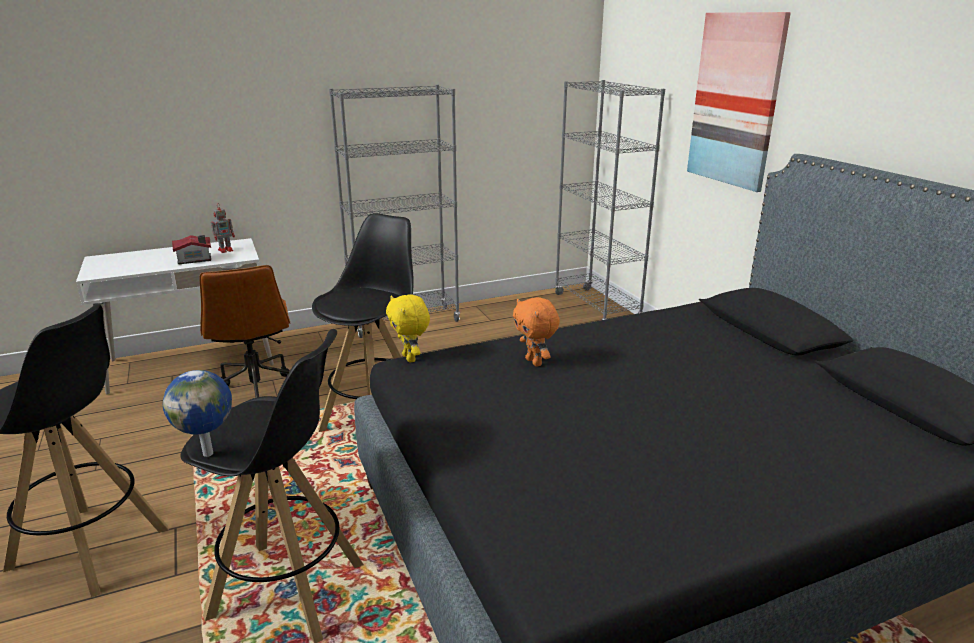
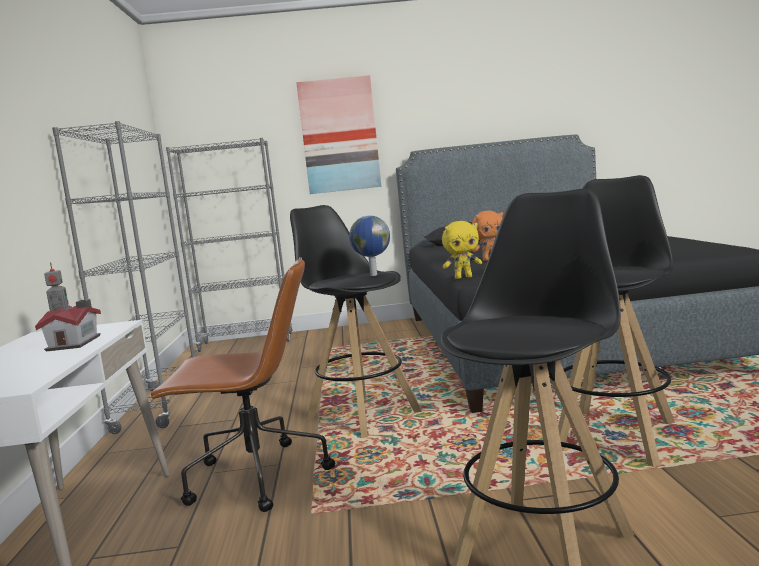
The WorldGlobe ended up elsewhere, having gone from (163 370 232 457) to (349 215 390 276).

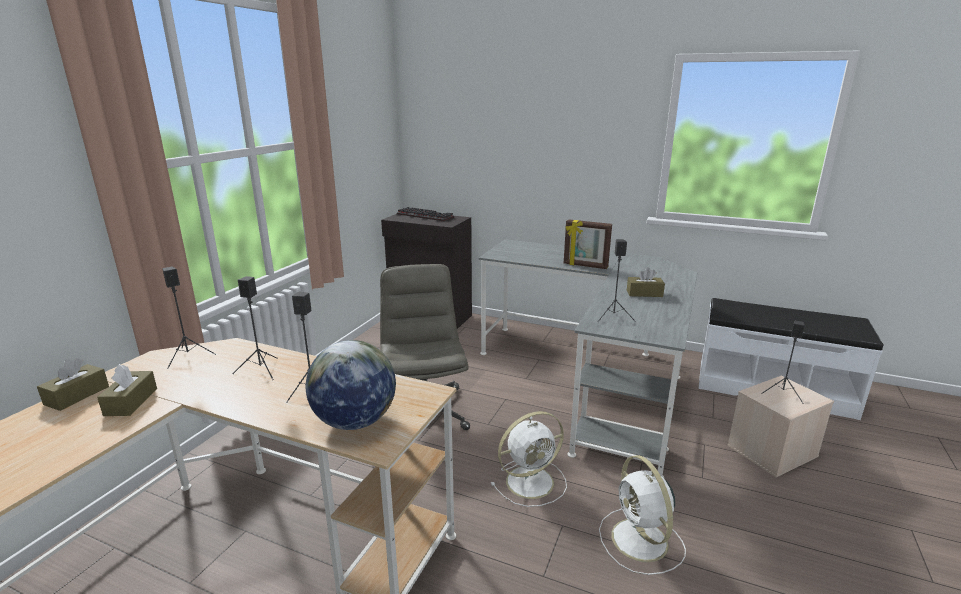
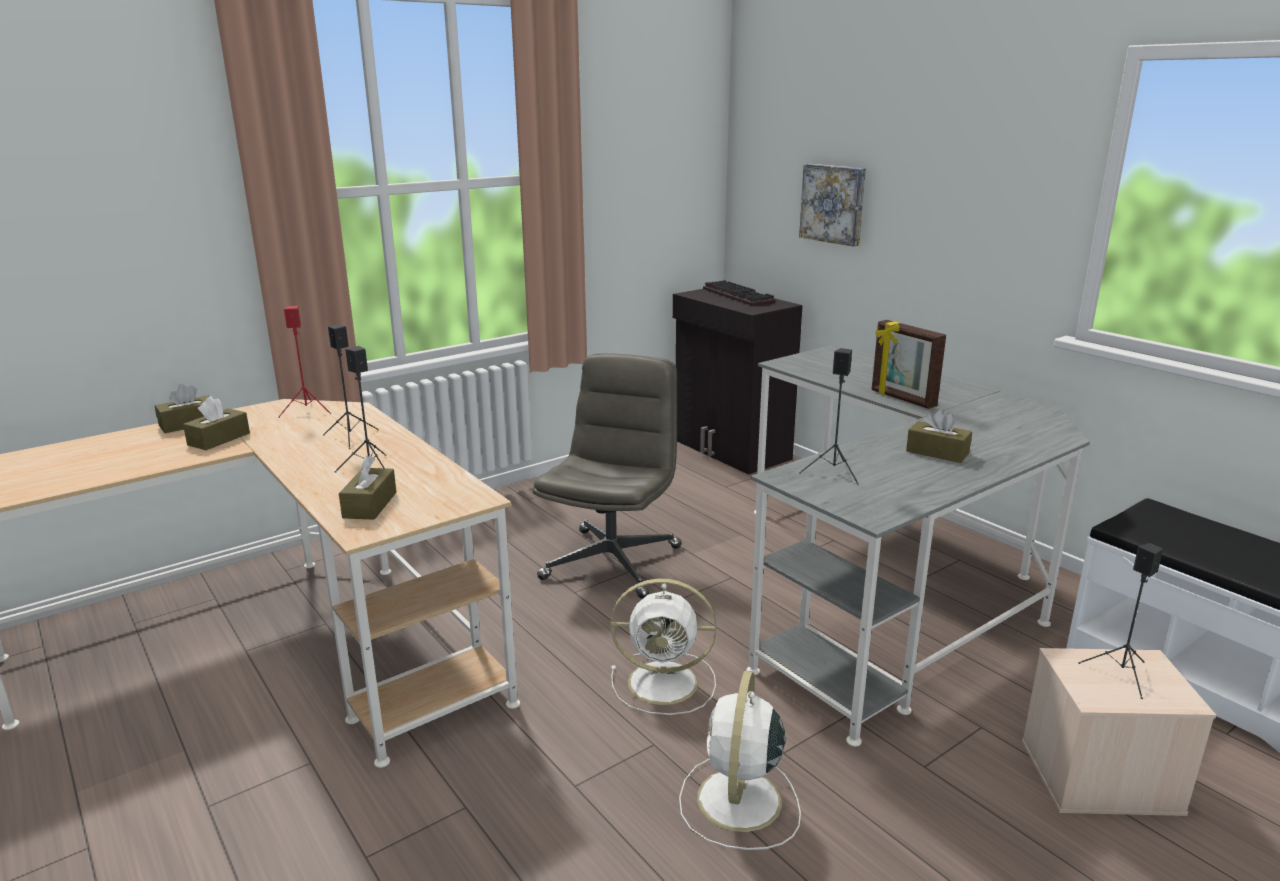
The second view gained the WallPicture at (799 164 866 246).
Where the WorldGlobe stood at (306 340 396 430), the BrownishTissueBox came to stand at (339 456 397 520).
What was the BlackColouredLoudspeaker at (162 267 216 369) turned into the ReddishLoudspeaker at (278 306 331 418).

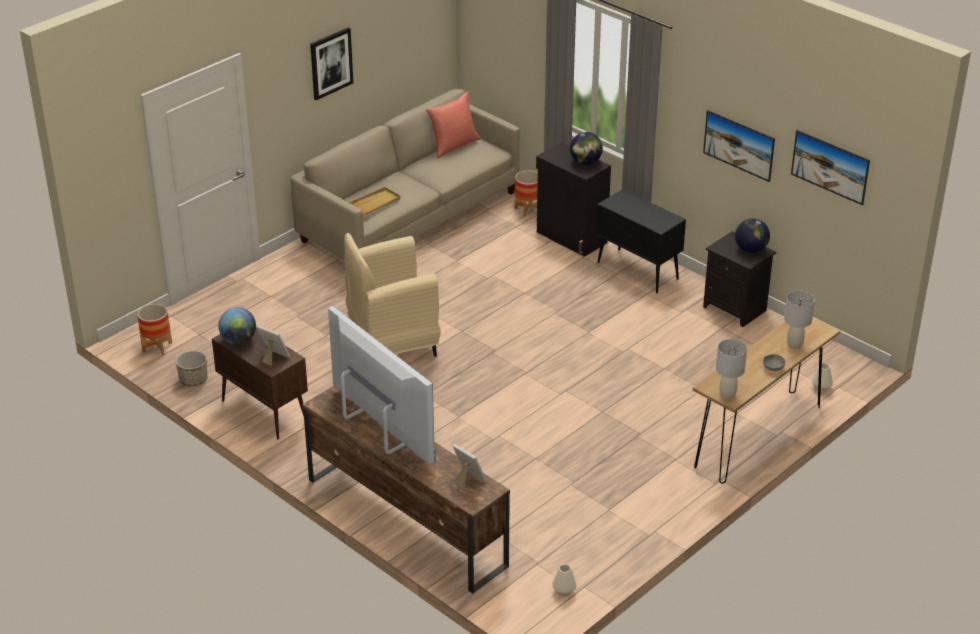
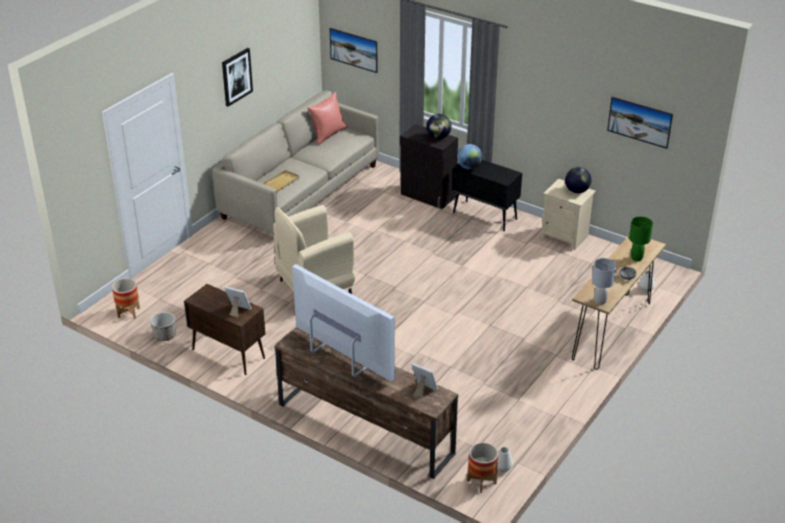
The WorldGlobe ended up elsewhere, having gone from (218 307 256 345) to (457 144 482 170).
The FlowerPot ended up elsewhere, having gone from (515 170 538 217) to (467 443 498 493).
The WallPicture ended up elsewhere, having gone from (703 110 775 182) to (329 28 378 73).
What was the BlackColouredNightTable at (703 231 776 327) turned into the BeigeNightTable at (541 179 596 250).
What was the GrayTableLamp at (784 290 815 349) turned into the GreenColouredTableLamp at (629 216 653 261).

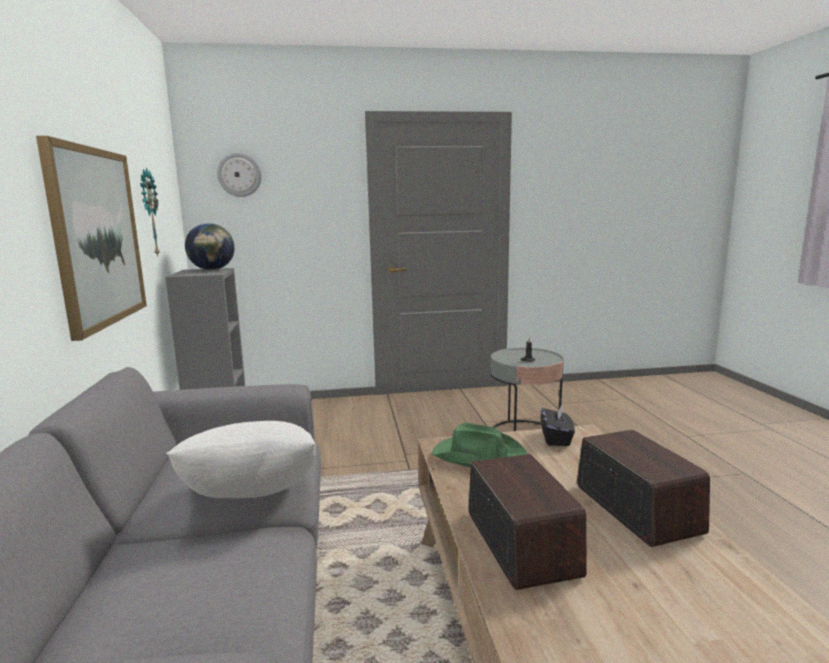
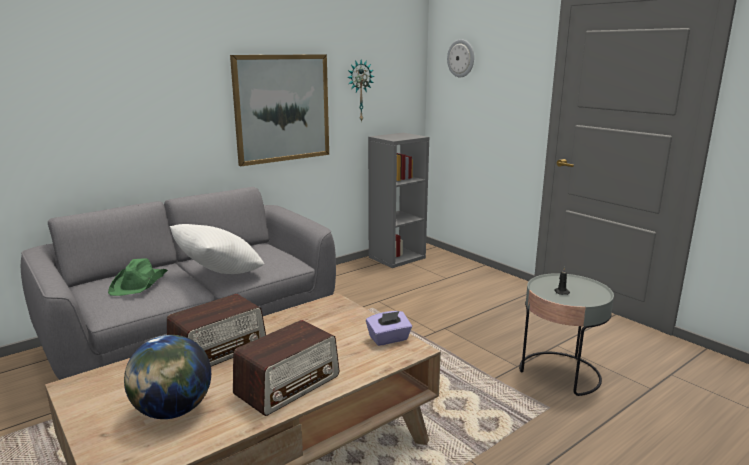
The WorldGlobe ended up elsewhere, having gone from (185 223 235 270) to (124 335 211 419).
The GreenColouredHat ended up elsewhere, having gone from (432 422 527 467) to (108 259 168 296).
What was the BlackColouredTissueBox at (541 404 575 446) turned into the PurpleColouredTissueBox at (366 311 412 346).

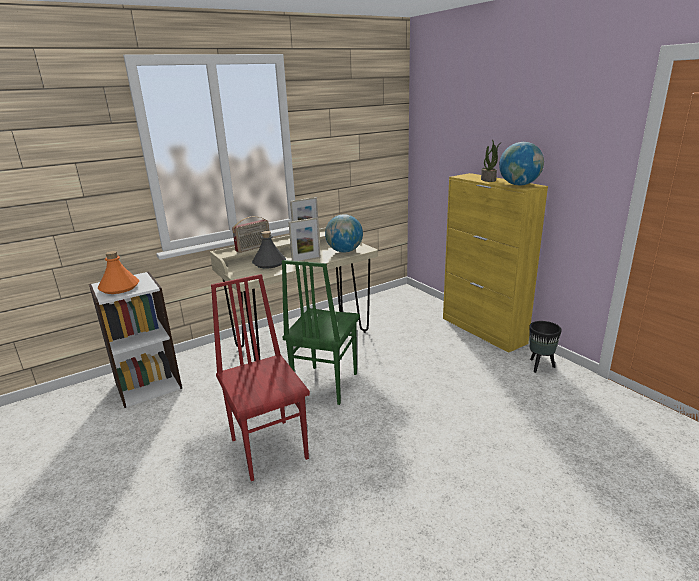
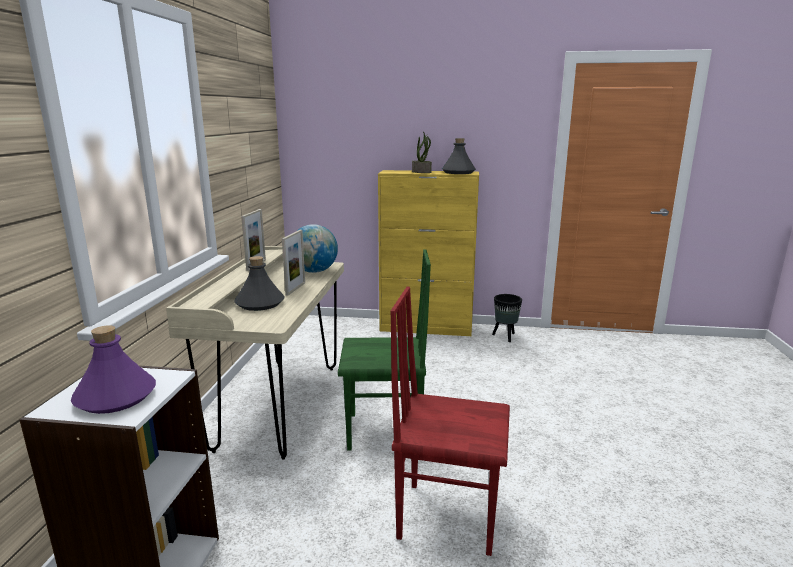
The second view lost the Radio at (232 216 269 253).
Where the WorldGlobe stood at (499 142 544 185), the GrayBottle came to stand at (442 138 476 174).
What was the OrangeBottle at (98 251 139 294) turned into the PurpleColouredBottle at (71 325 156 414).
The GreenColouredChair at (282 260 360 405) ended up facing another way, 60 degrees counterclockwise from before.

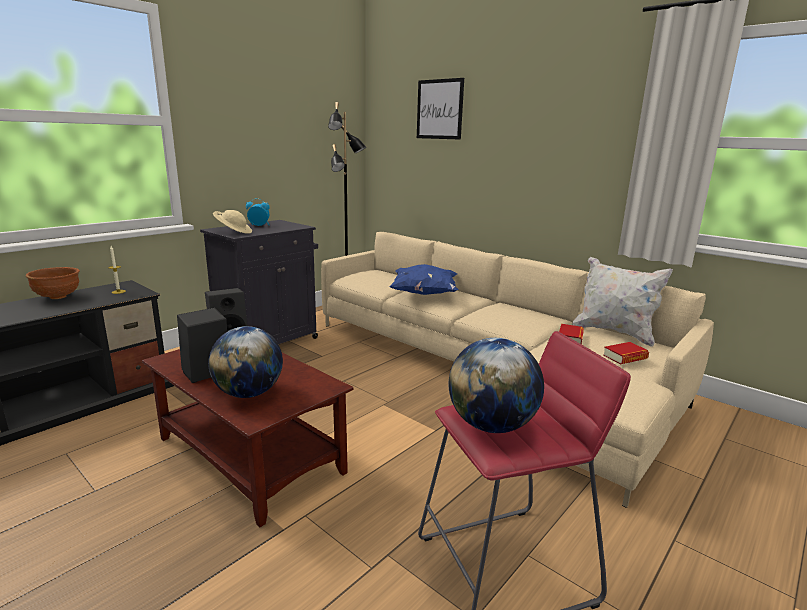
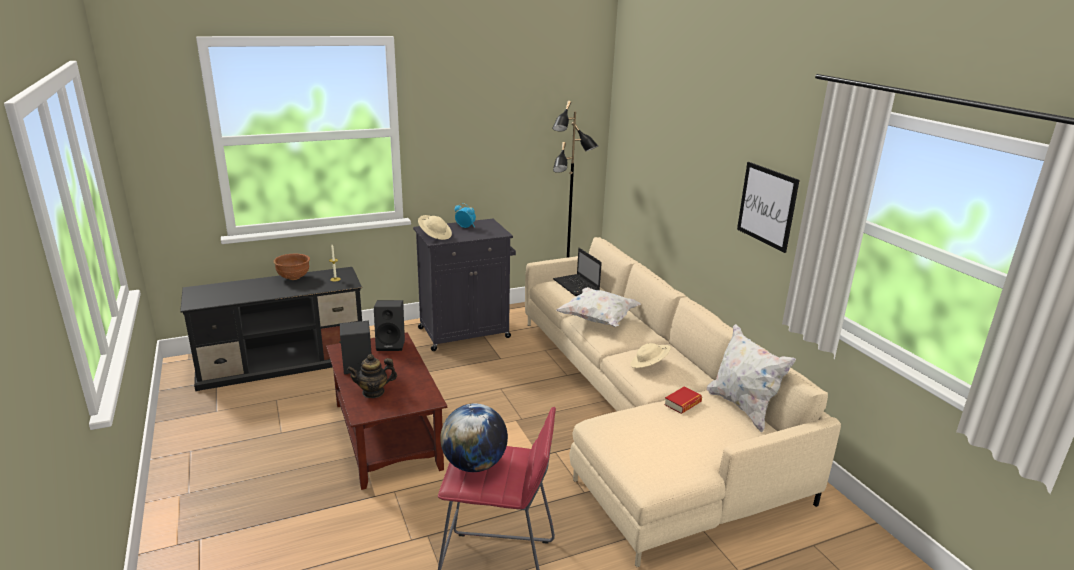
The second view lost the Volume at (603 342 649 364).
The second view gained the Laptop at (553 248 602 296).
The second view gained the BeigeHat at (631 343 671 368).
The WallPicture ended up elsewhere, having gone from (417 78 464 140) to (737 162 800 253).
Where the WorldGlobe stood at (208 326 283 398), the TeaPot came to stand at (347 354 397 398).
What was the BlueColouredThrowPillow at (389 264 459 295) turned into the WhiteThrowPillow at (556 287 641 327).

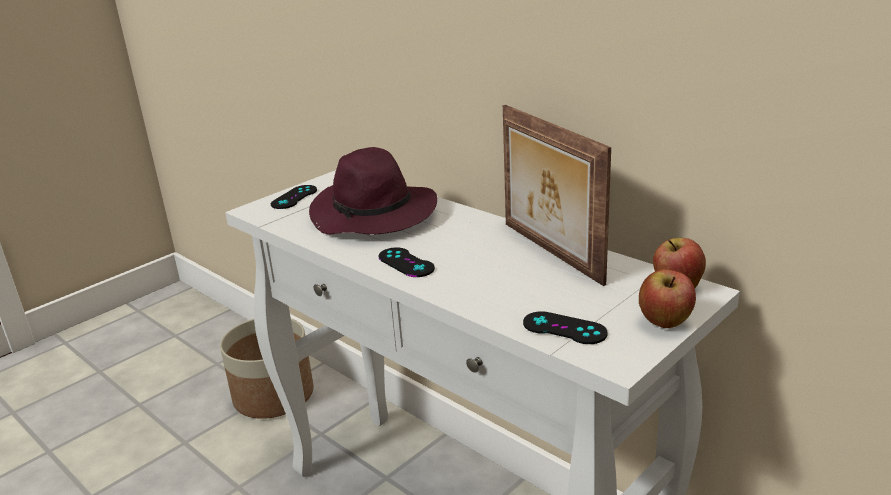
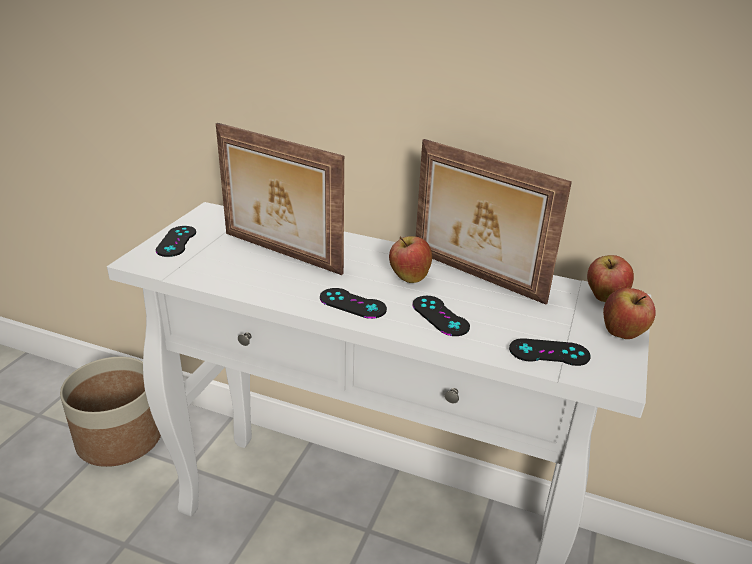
The second view gained the AppleFruit at (389 236 432 283).
The second view gained the BlackColouredGamepad at (412 296 470 336).
Where the PurpleColouredHat stood at (309 147 437 235), the PictureFrame came to stand at (216 123 344 275).

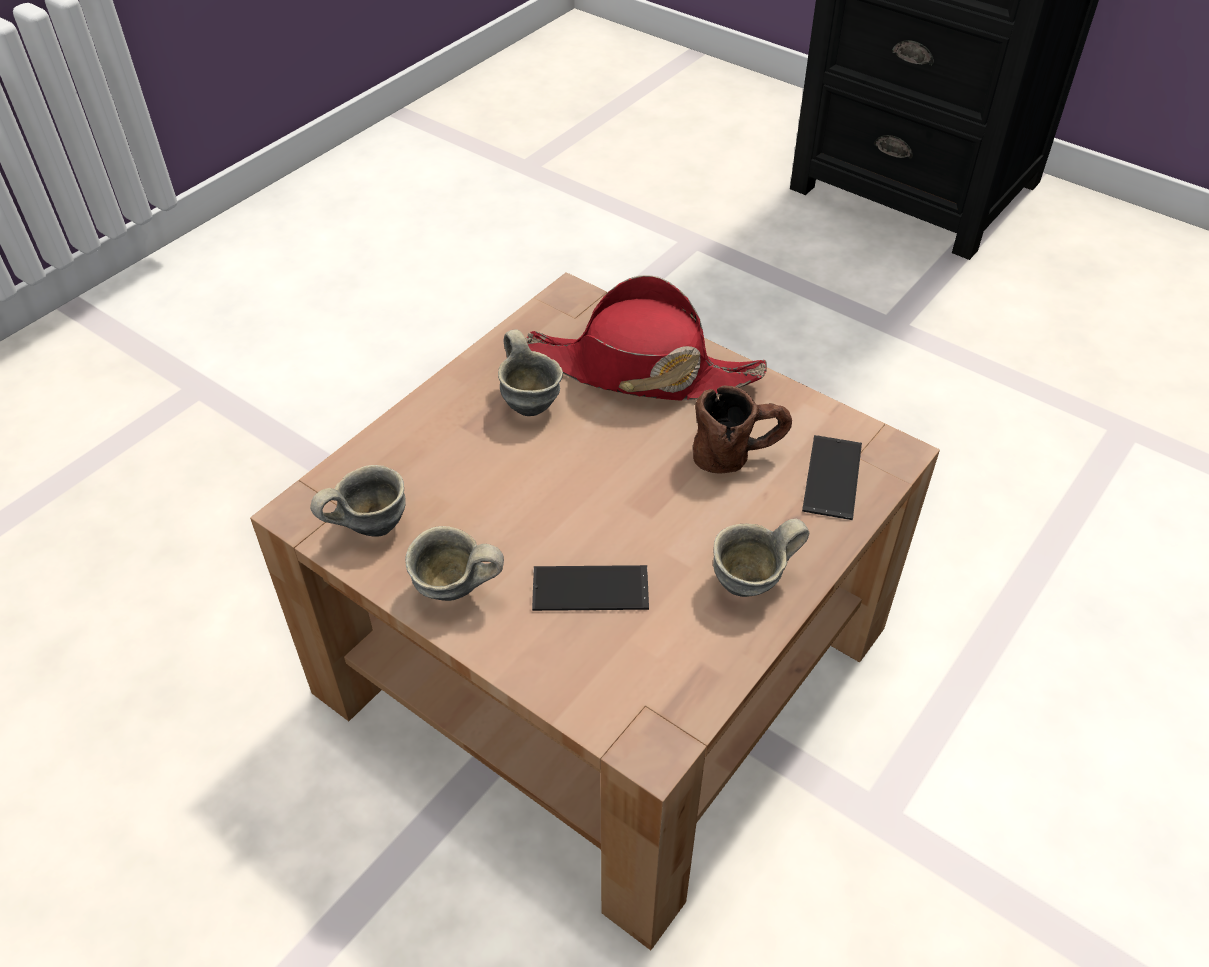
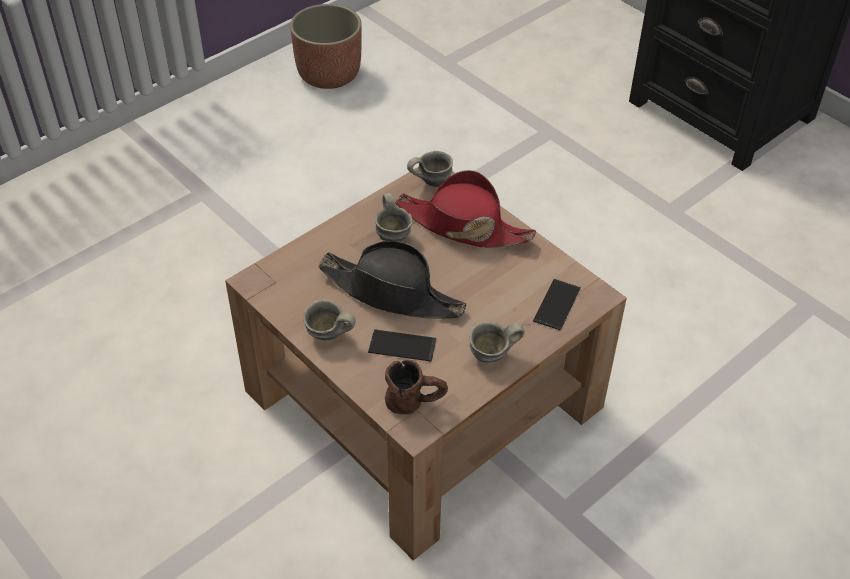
The second view gained the FlowerPot at (290 4 361 89).
The second view gained the BlackColouredHat at (318 241 467 318).
The GrayTeaMug ended up elsewhere, having gone from (310 465 406 537) to (407 151 453 187).
The BrownishTeaMug ended up elsewhere, having gone from (693 386 792 474) to (385 360 448 414).

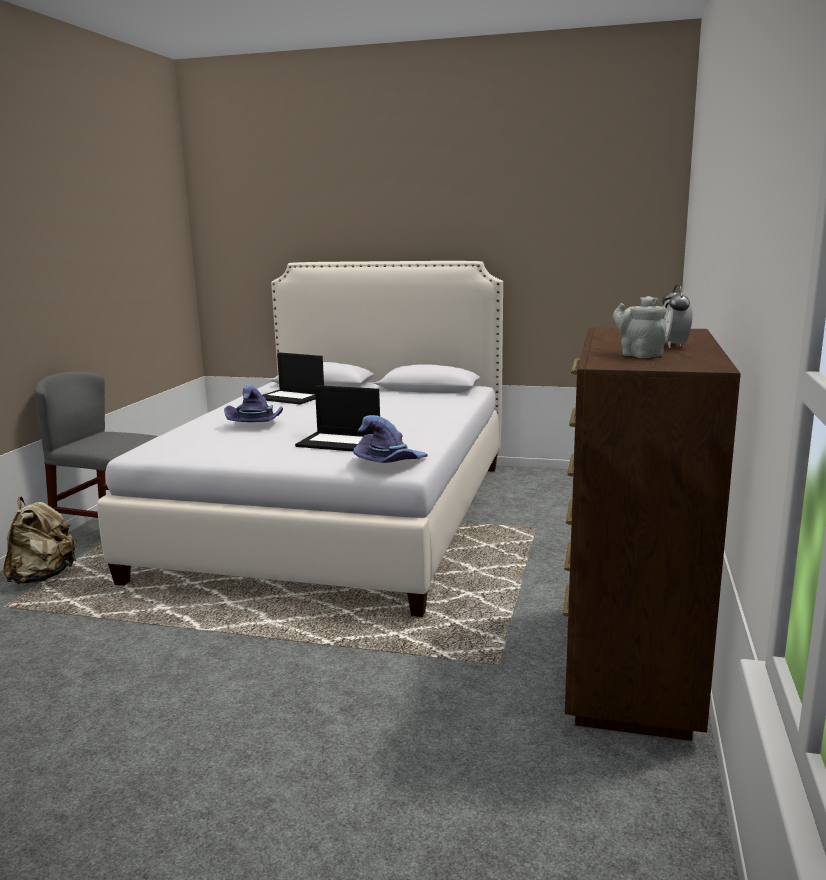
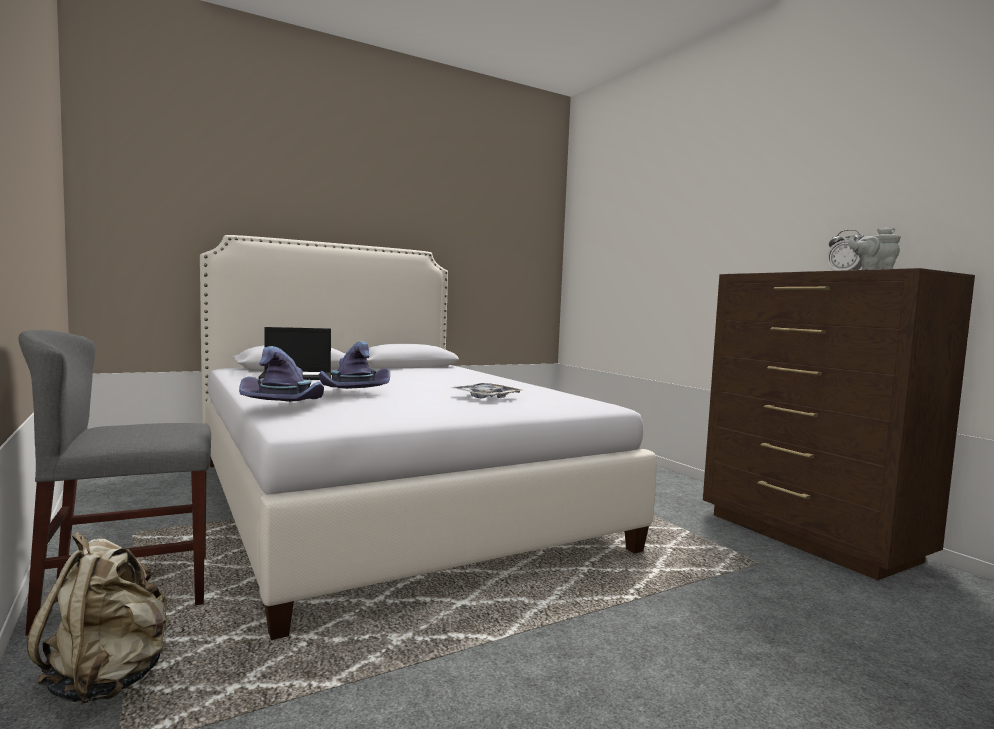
The PurpleColouredHat ended up elsewhere, having gone from (354 415 428 463) to (239 346 324 402).
Where the Laptop stood at (295 385 380 452), the ServingTray came to stand at (452 383 522 399).

